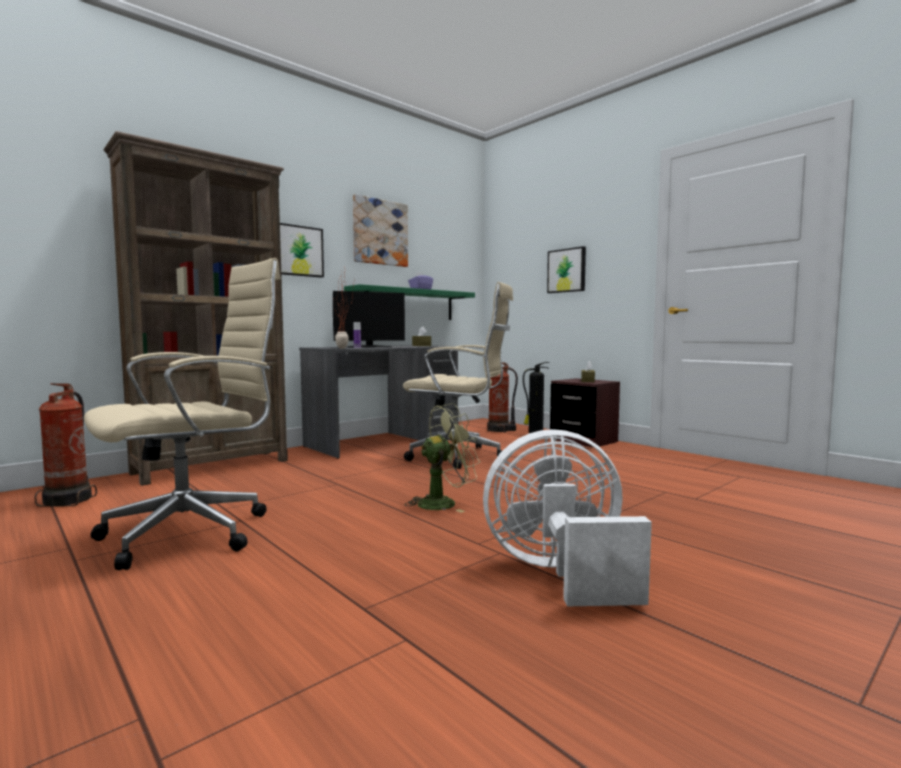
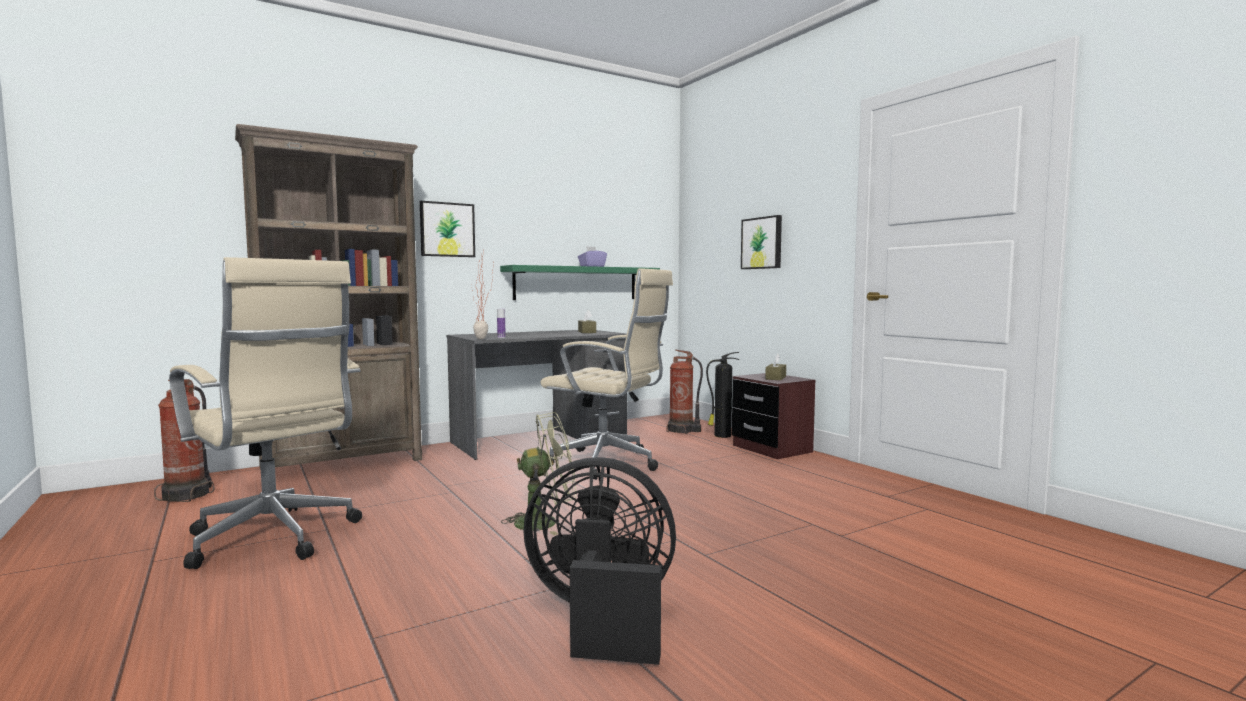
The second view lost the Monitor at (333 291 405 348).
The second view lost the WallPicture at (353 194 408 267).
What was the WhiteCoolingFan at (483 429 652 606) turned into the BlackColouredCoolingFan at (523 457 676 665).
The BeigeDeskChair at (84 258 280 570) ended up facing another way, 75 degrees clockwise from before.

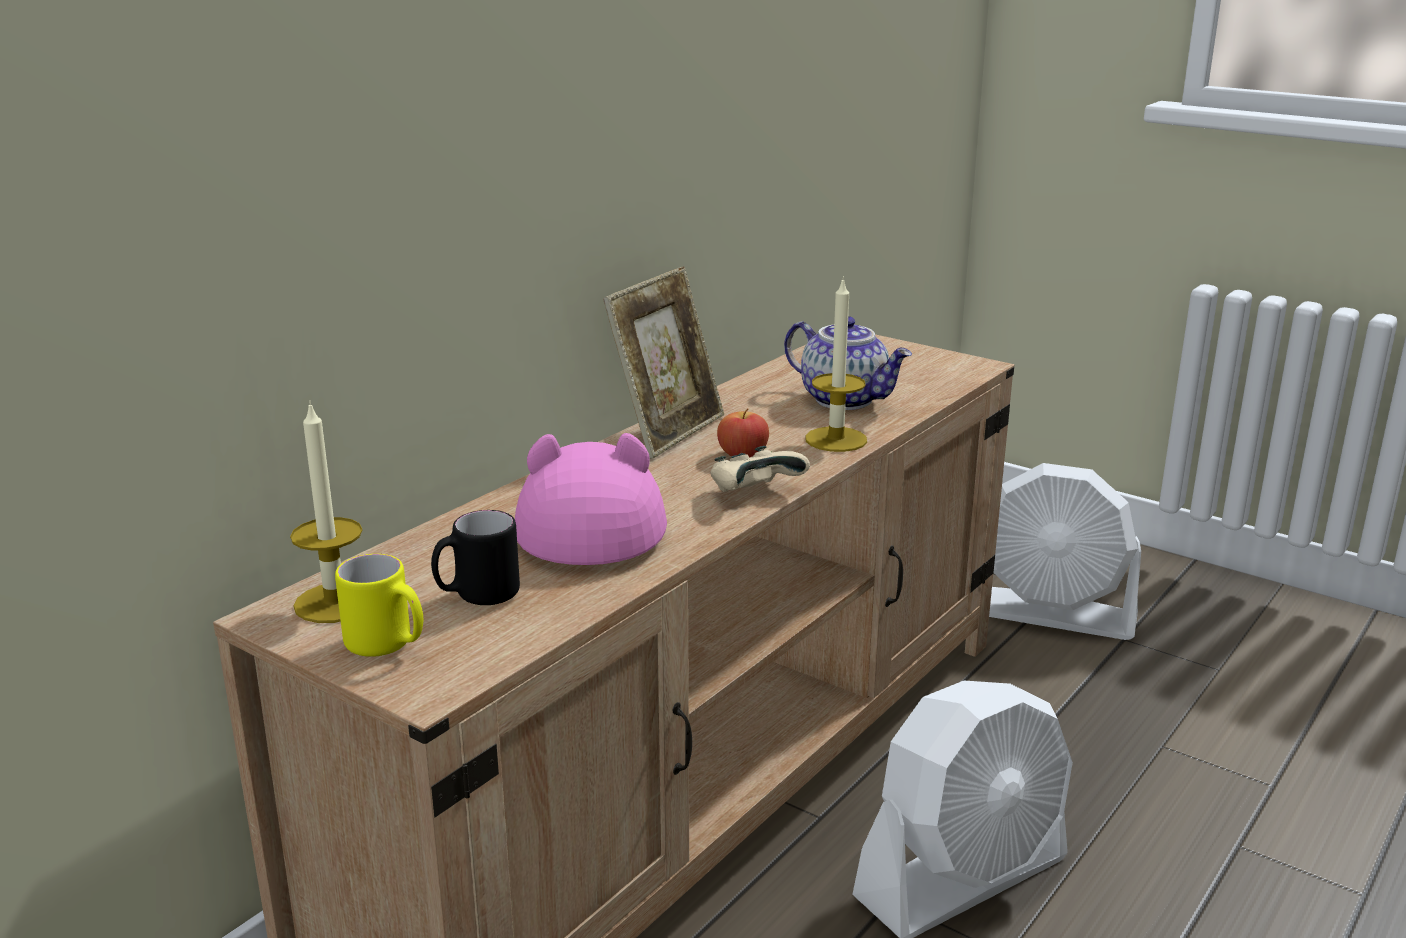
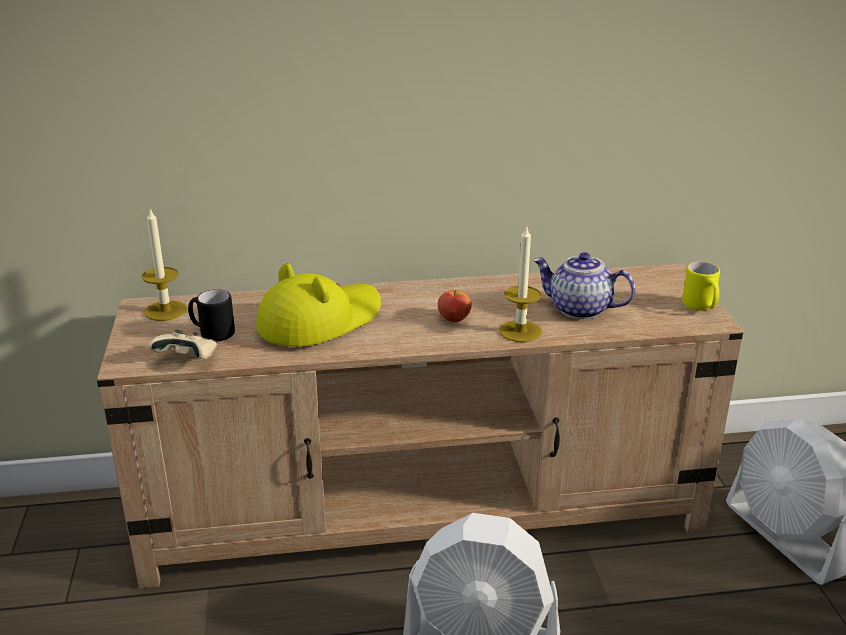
The second view lost the PictureFrame at (603 266 724 459).
The YellowishTeaMug ended up elsewhere, having gone from (335 554 423 657) to (682 262 720 311).
The BeigeGamepad ended up elsewhere, having gone from (710 446 810 492) to (149 329 217 360).
What was the PinkColouredHat at (515 433 667 565) turned into the YellowishHat at (256 263 381 347).
The TeaPot at (784 316 912 410) ended up facing another way, 120 degrees clockwise from before.

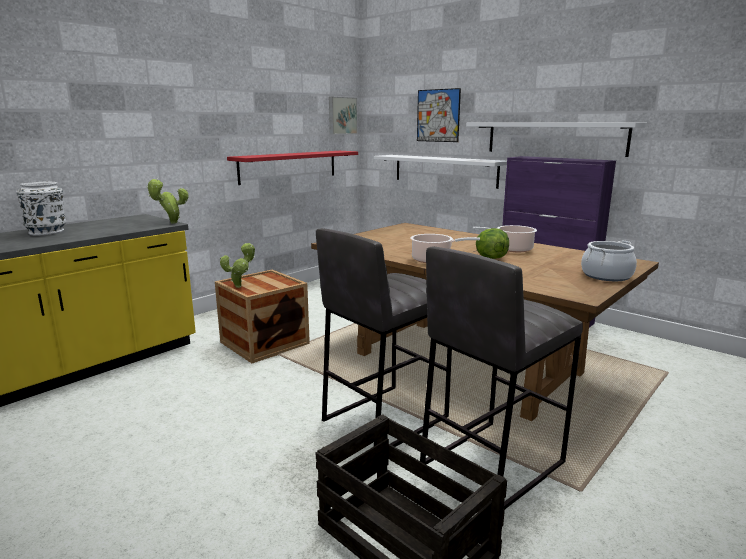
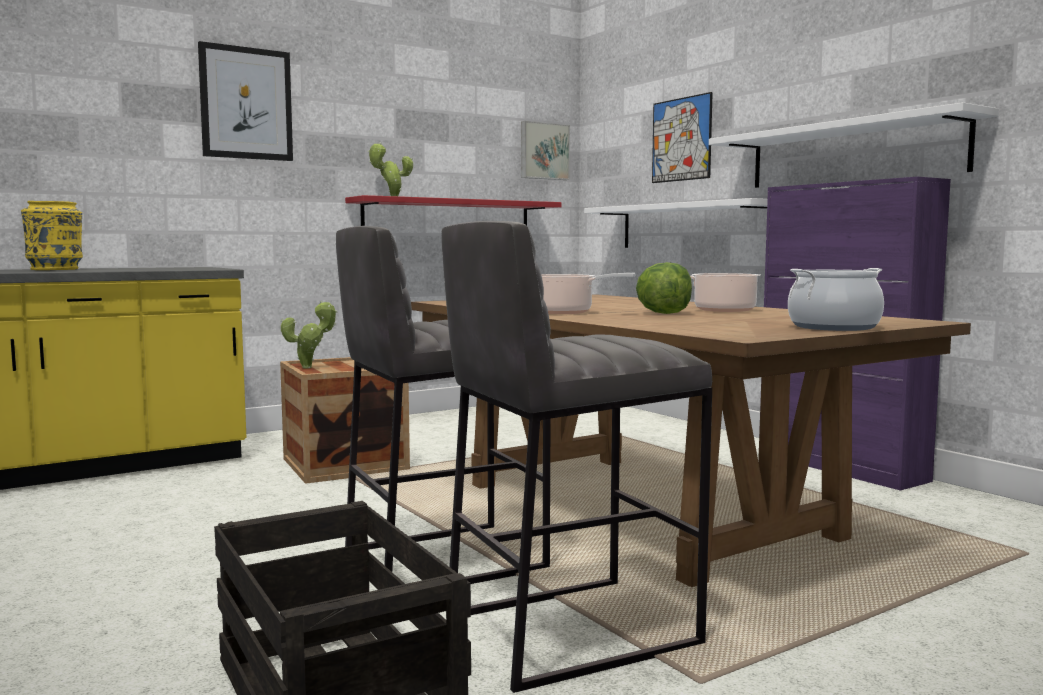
The second view gained the WallPicture at (198 41 293 161).
The PottedPlant ended up elsewhere, having gone from (146 179 189 223) to (368 143 413 196).
What was the WhiteVase at (16 182 66 236) turned into the YellowishVase at (21 201 83 270).

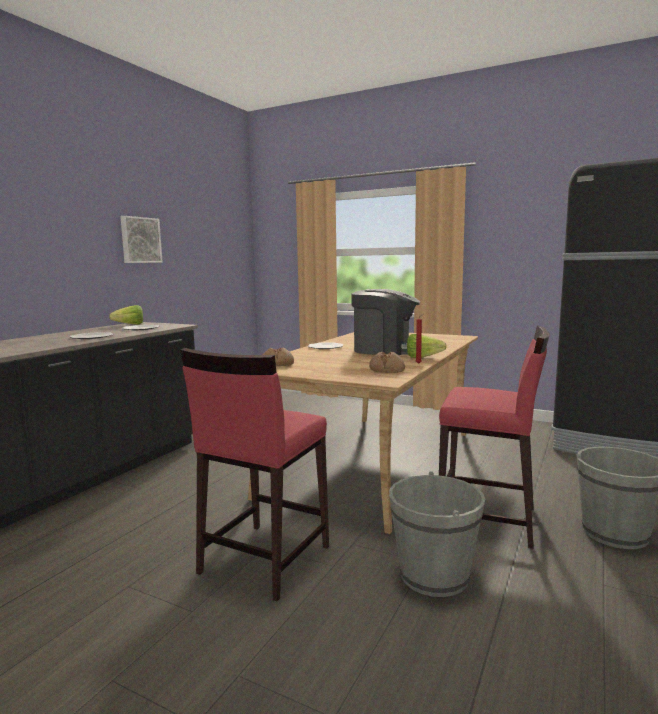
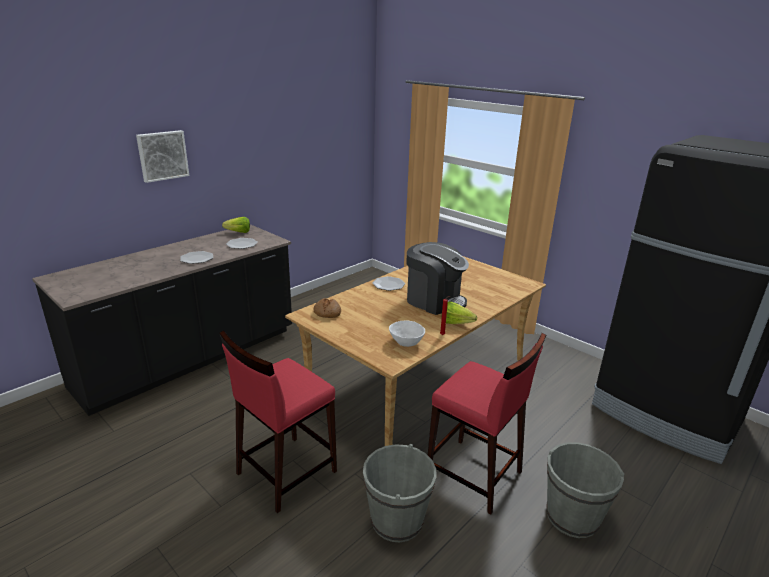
The WallPicture ended up elsewhere, having gone from (120 216 163 263) to (136 130 189 183).
Where the BakeryBread stood at (369 352 405 373), the WhiteServingBowl came to stand at (389 320 425 347).

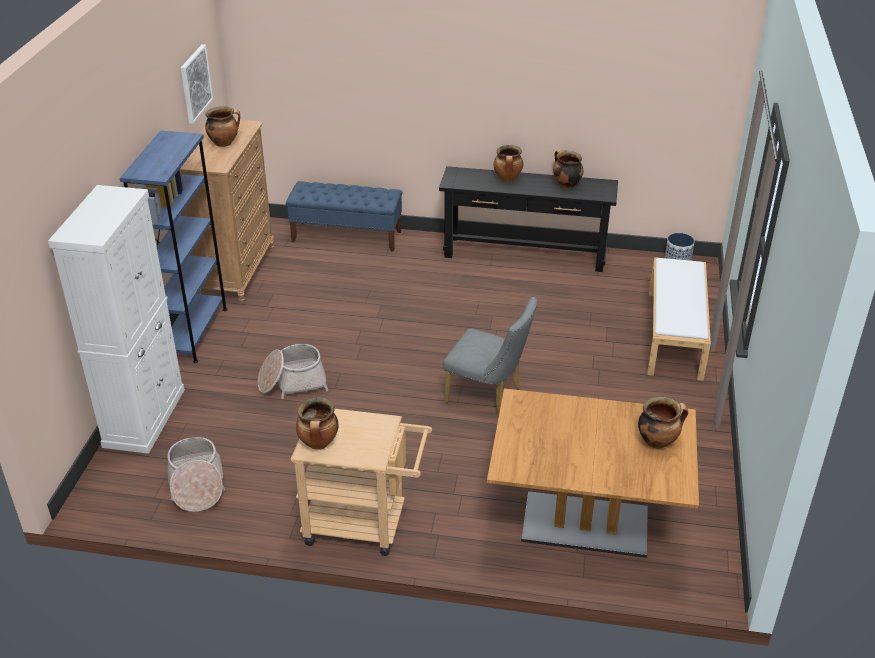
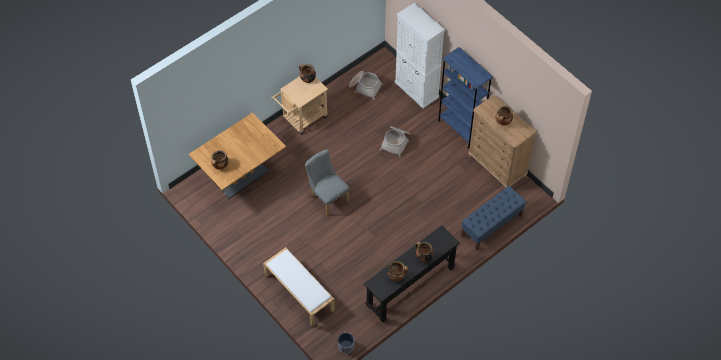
The second view lost the WallPicture at (181 44 213 124).
The GrayChair at (443 297 537 416) ended up facing another way, 75 degrees clockwise from before.

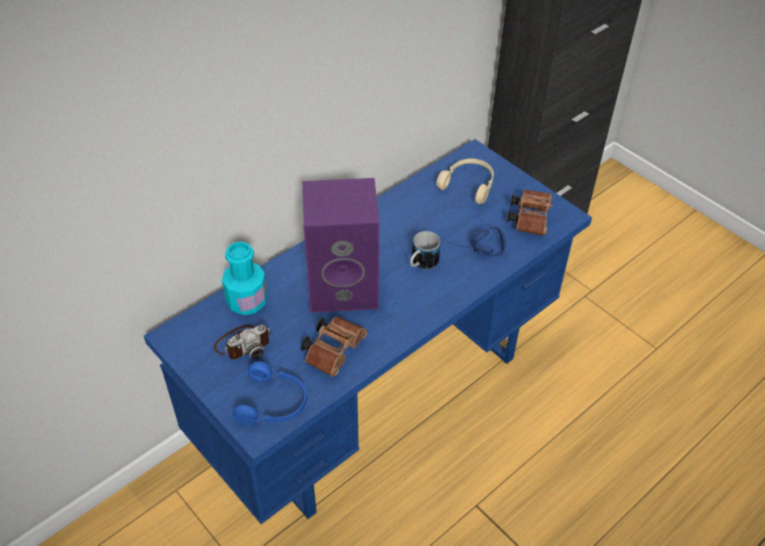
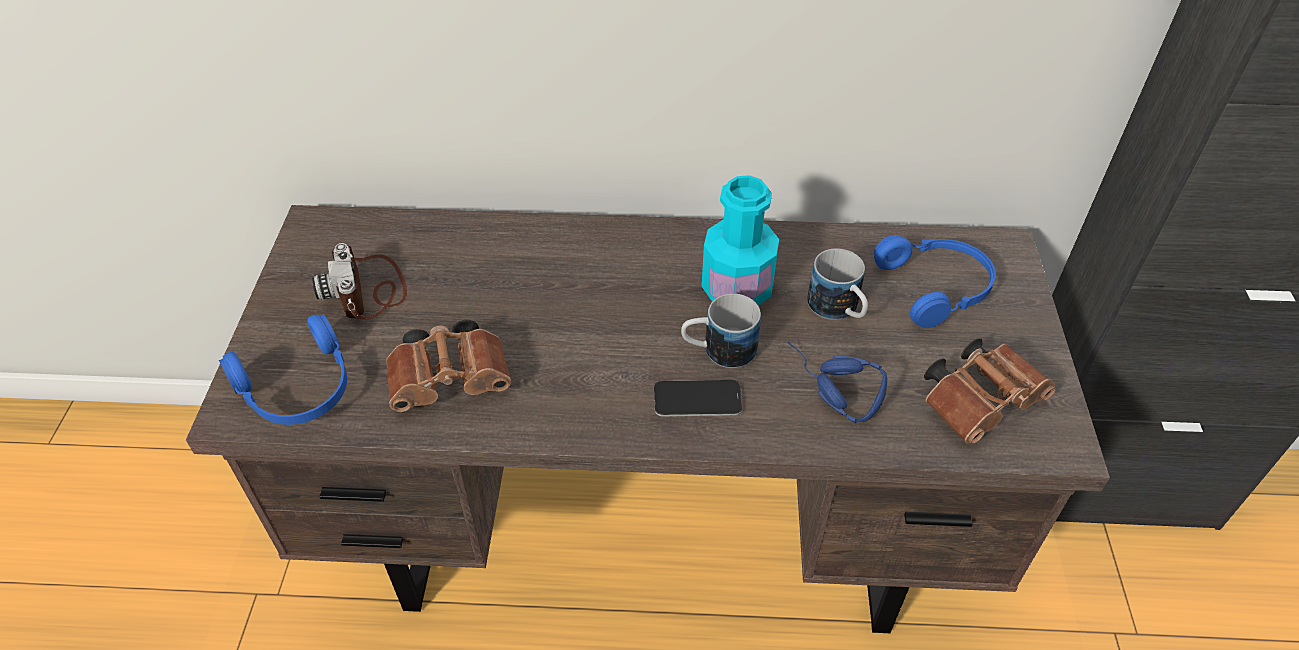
The second view lost the PurpleColouredLoudspeaker at (302 178 379 313).
The second view gained the Telephone at (654 380 742 417).
The second view gained the TeaMug at (807 248 868 320).
The TurquoiseBottle ended up elsewhere, having gone from (222 241 268 315) to (702 175 779 306).
What was the BlueColouredDeskTable at (144 139 592 524) turned into the BrownishDeskTable at (186 205 1110 633).
What was the BeigePairOfHeadphones at (436 159 494 204) turned into the BlueColouredPairOfHeadphones at (874 235 996 328).
The PhotoCamera at (214 325 272 359) ended up facing another way, 60 degrees clockwise from before.

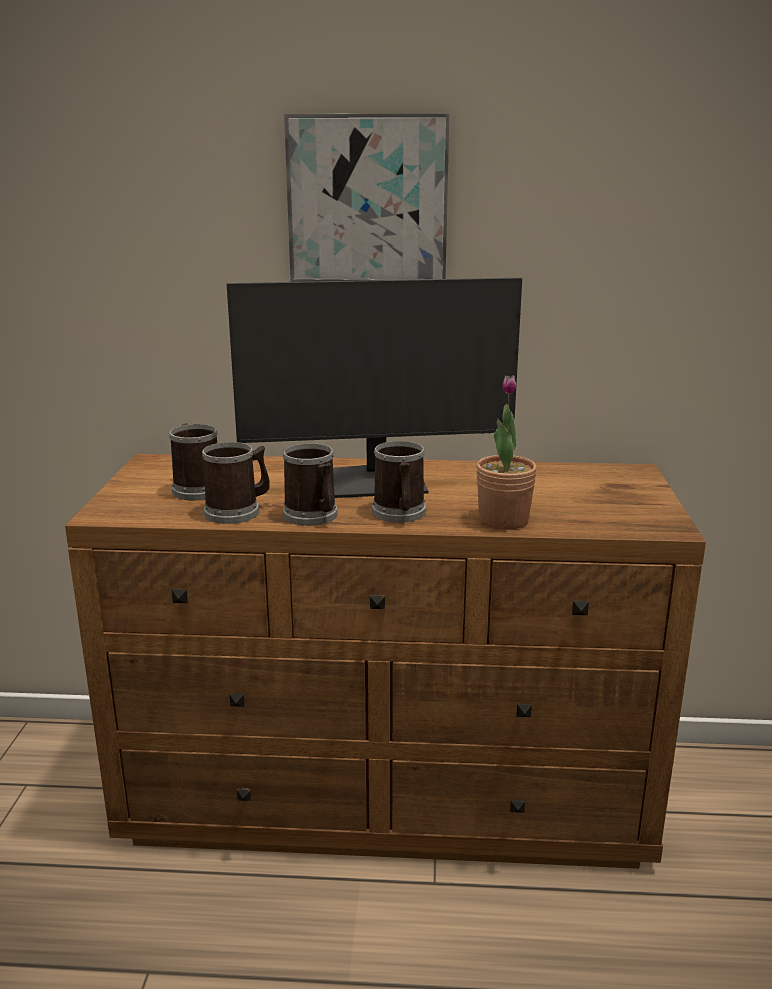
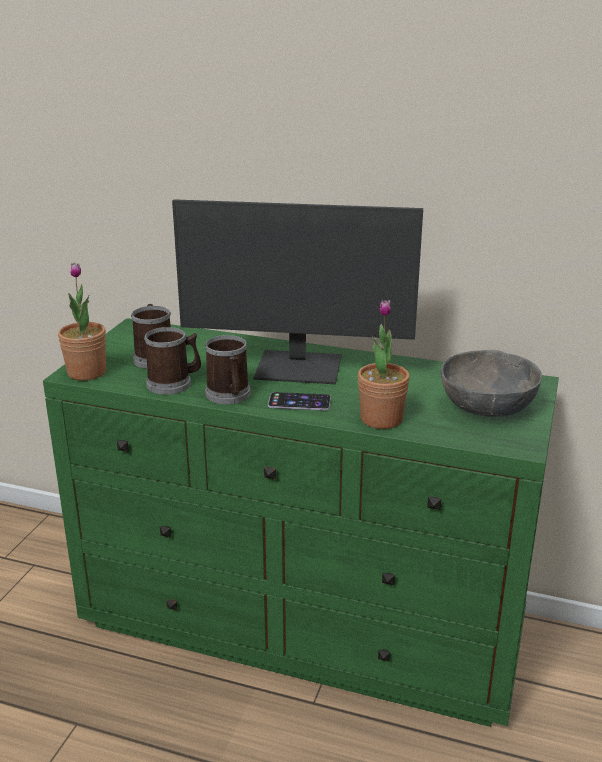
The second view lost the WallPicture at (284 114 450 282).
The second view gained the PottedPlant at (58 263 106 380).
The second view gained the GrayServingBowl at (441 350 542 417).
Where the TeaMug stood at (372 441 426 523), the Telephone came to stand at (268 392 331 411).
What was the BrownishChestOfDrawers at (65 454 706 869) turned into the GreenColouredChestOfDrawers at (43 318 559 727).

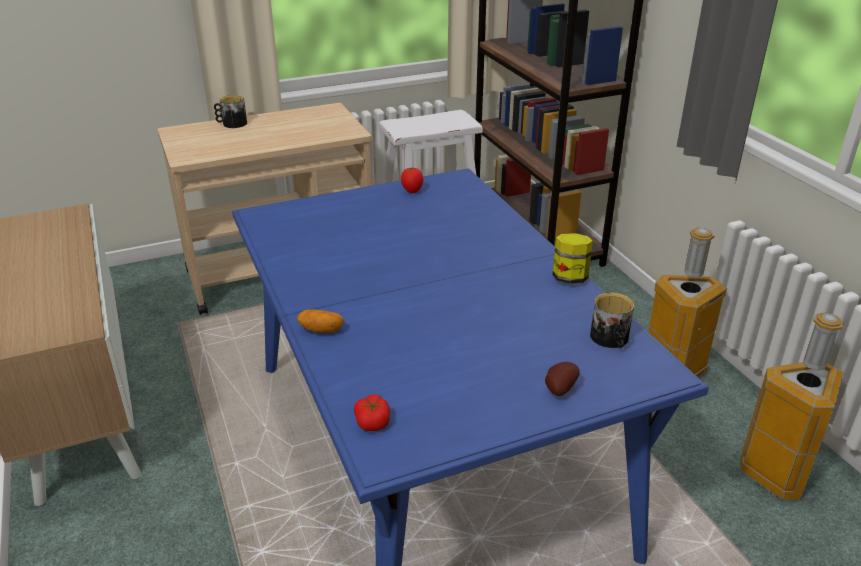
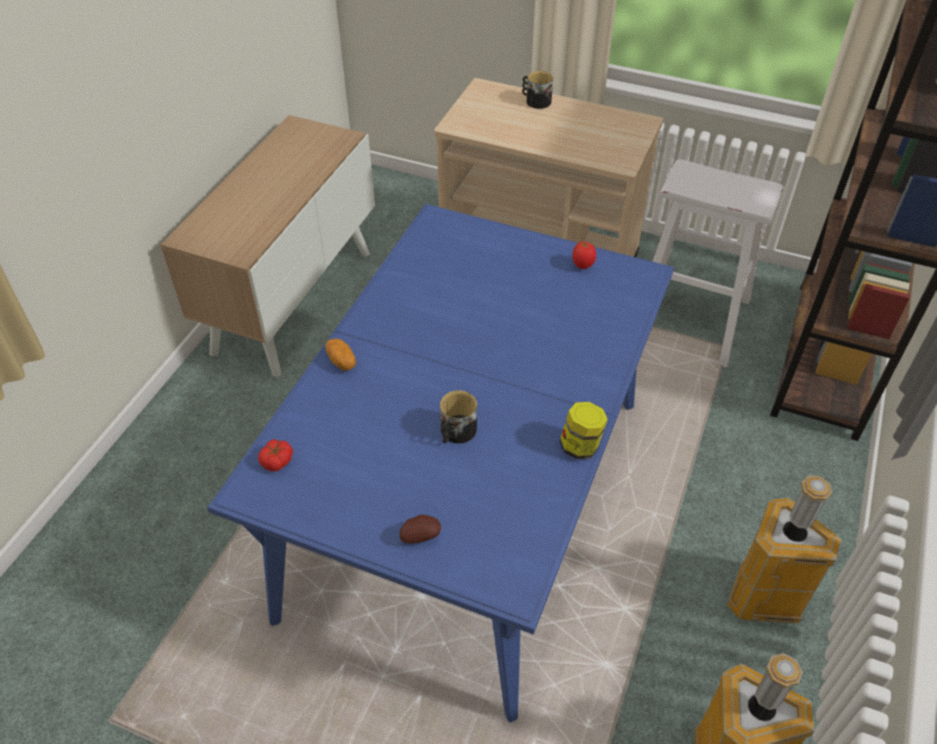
The TeaMug ended up elsewhere, having gone from (590 292 634 348) to (440 390 477 444).

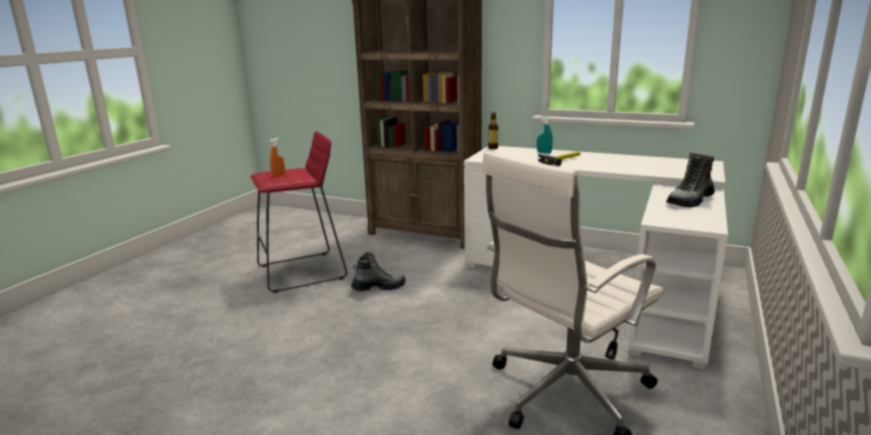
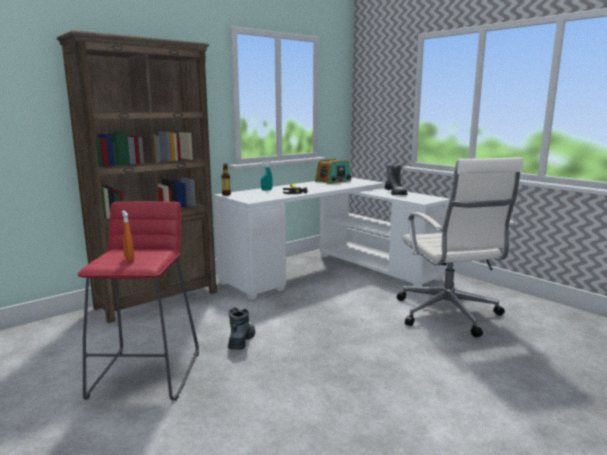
The second view gained the Radio at (315 159 351 184).

